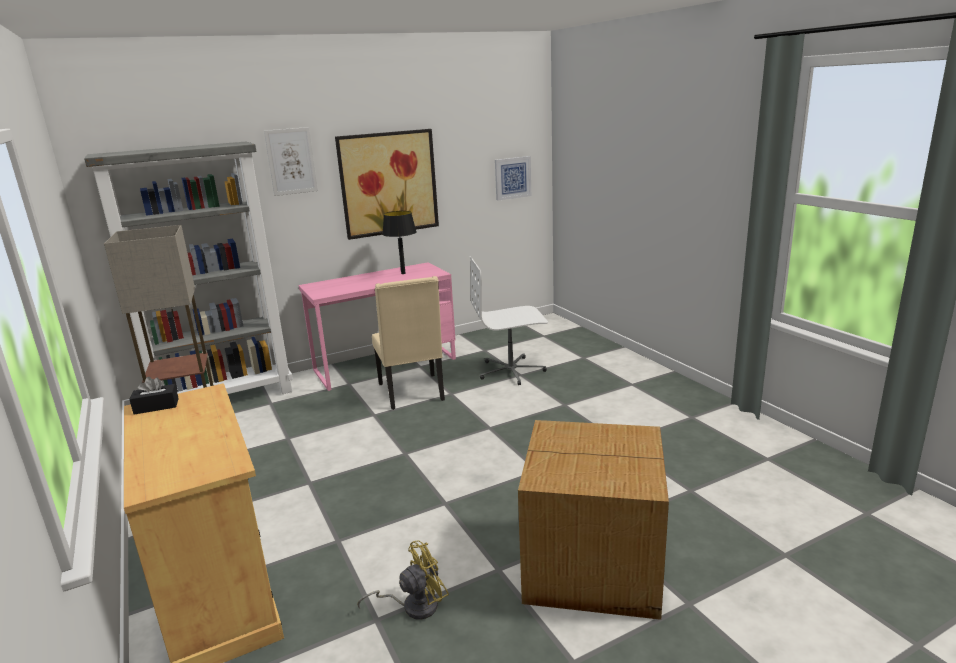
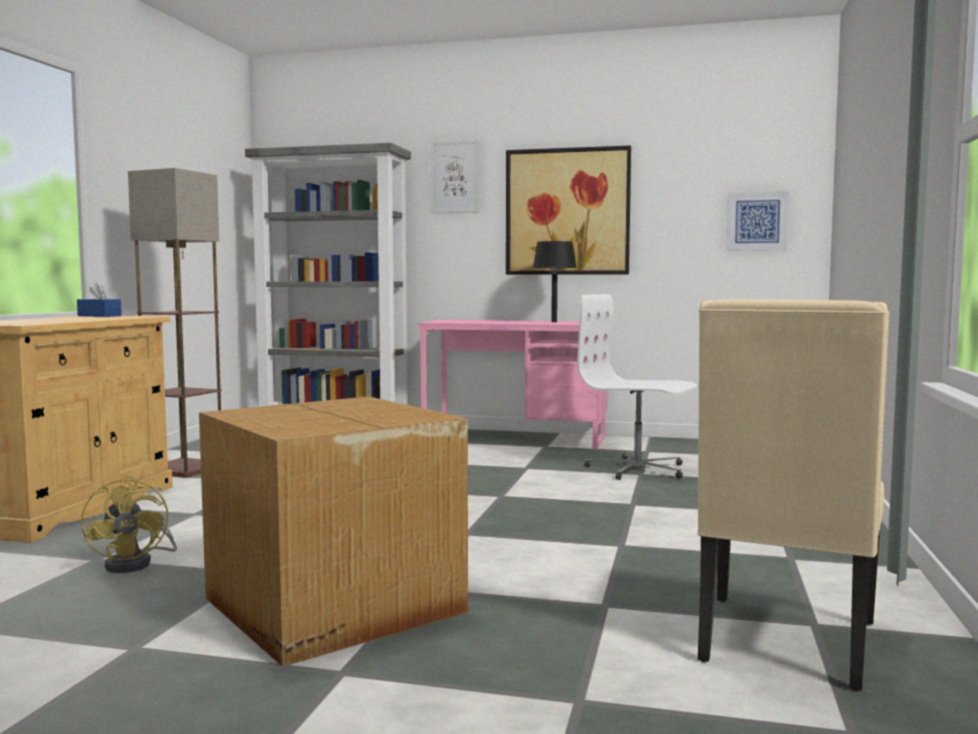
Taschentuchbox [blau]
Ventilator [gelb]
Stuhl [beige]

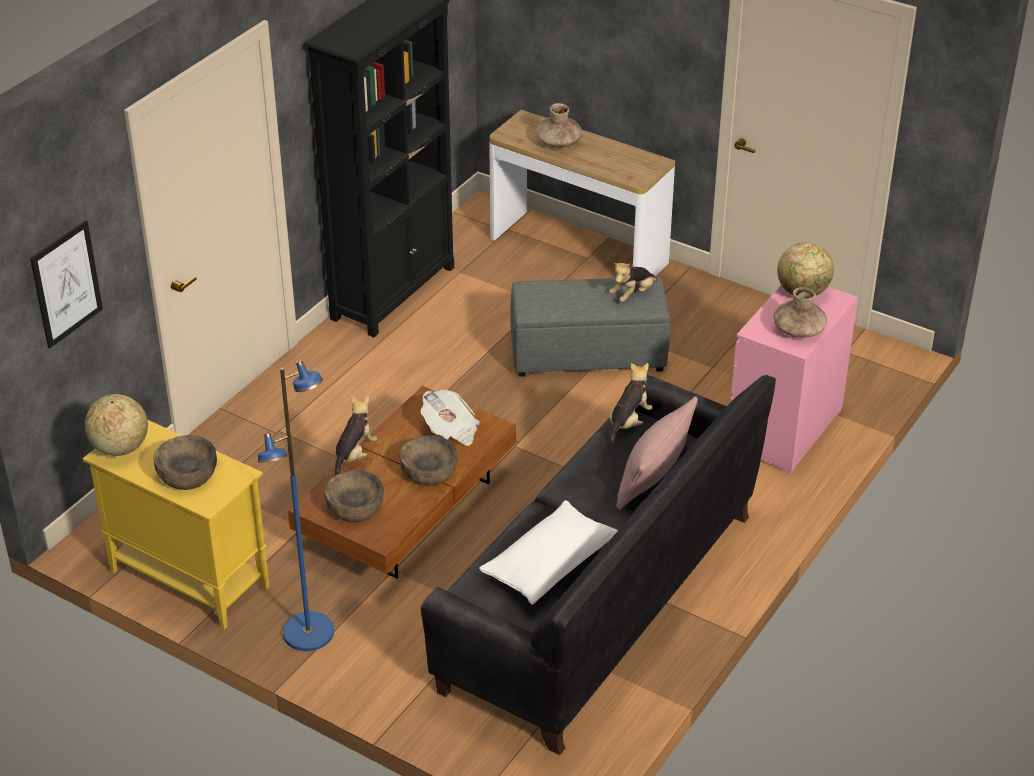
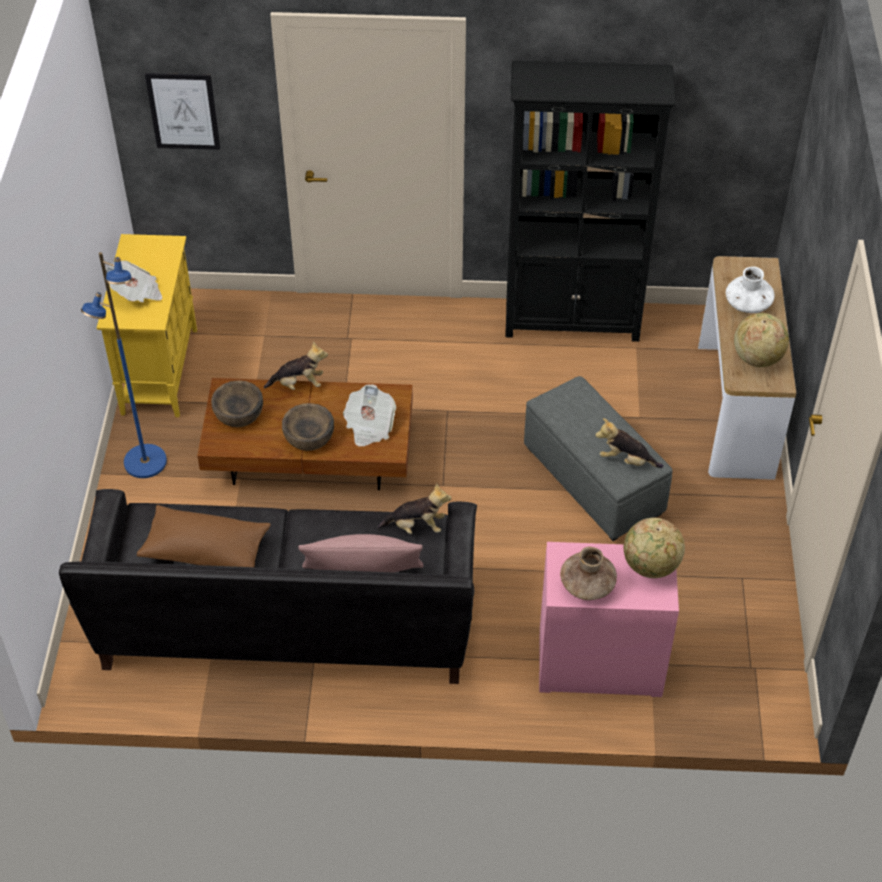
Zeitung (no. 1 from left)
Kissen [braun]
Vase [weiß]
Globus (no. 2 from left)

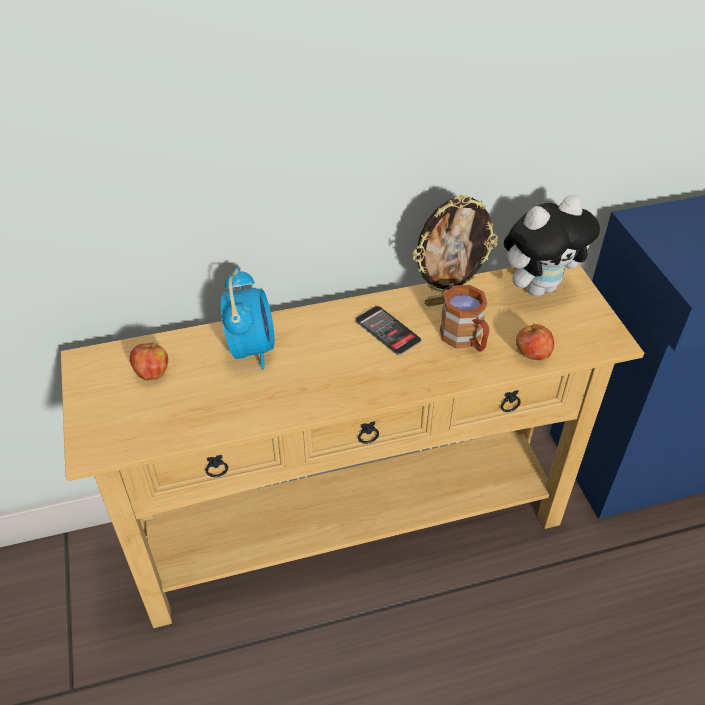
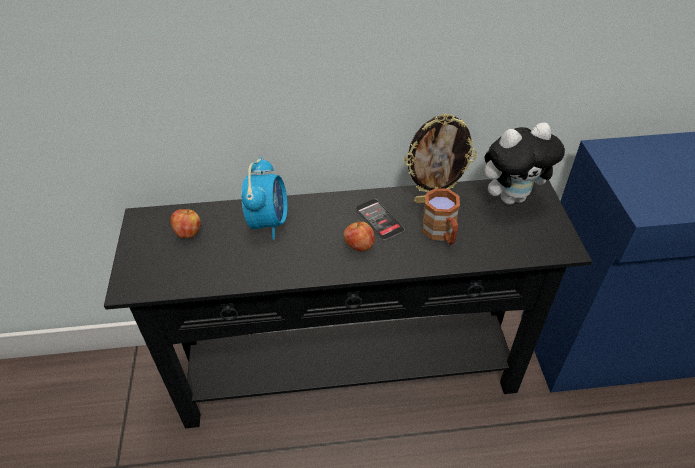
Konsolentisch [schwarz]
Apfel (no. 2 from left)

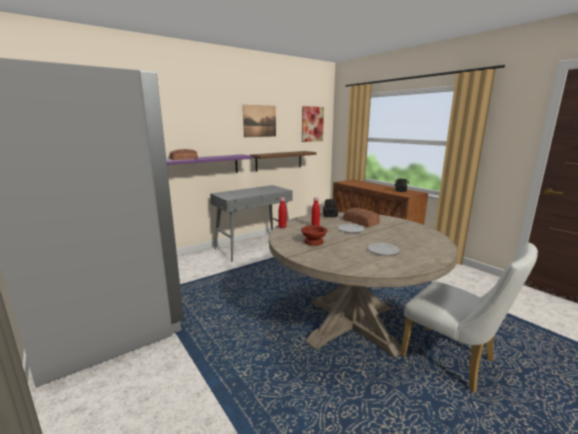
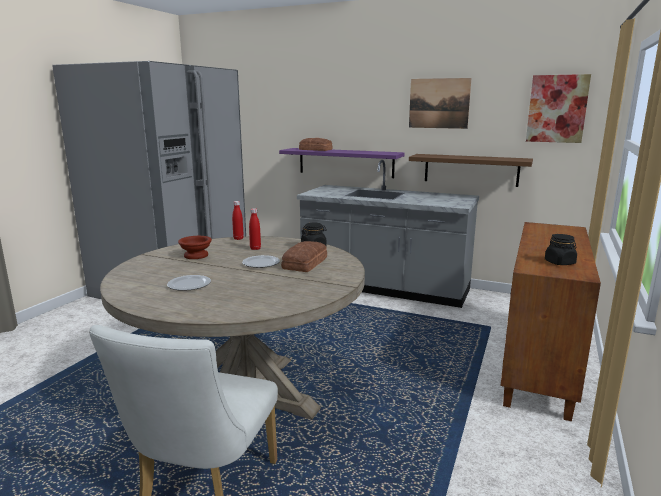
Küchenzeile [grau]

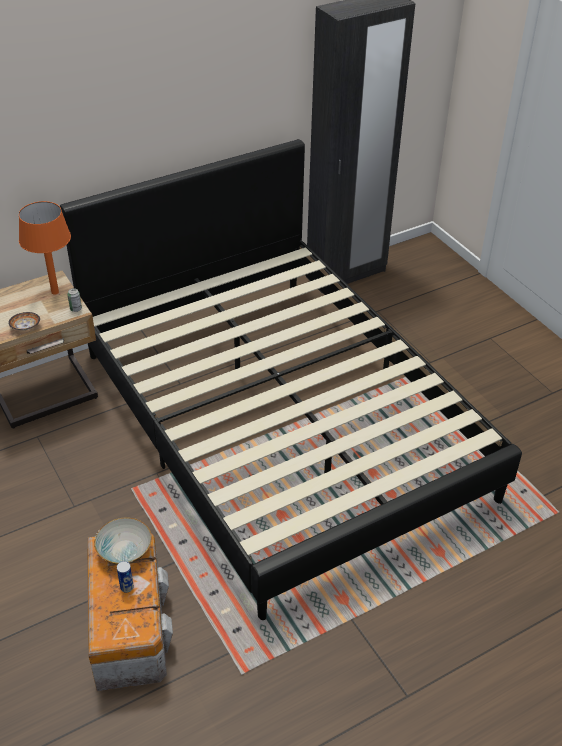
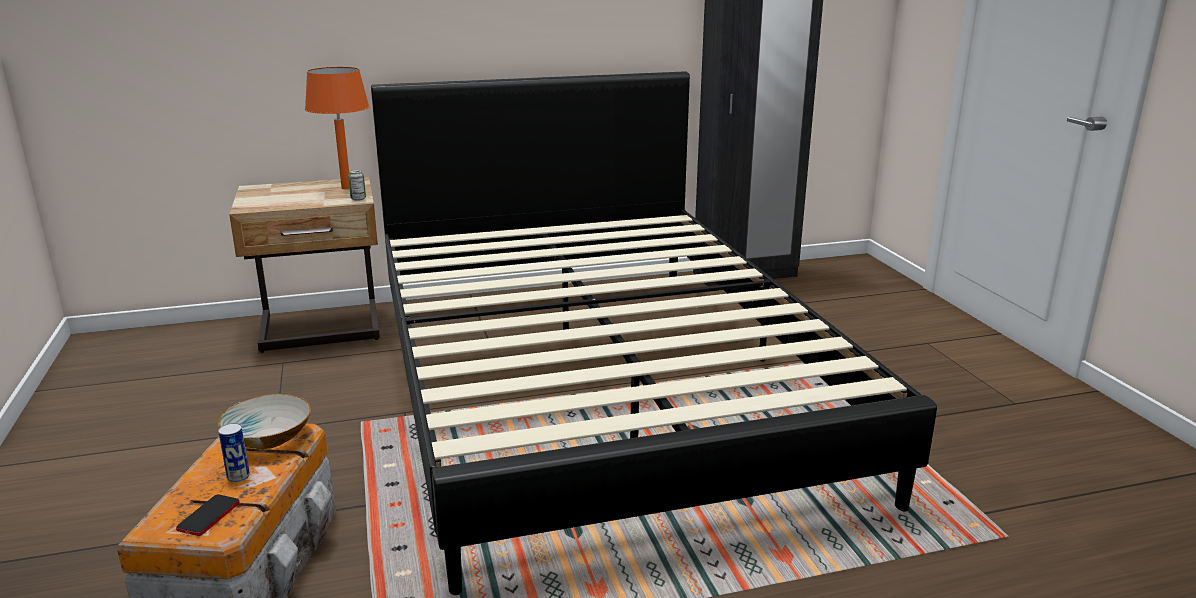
Handy
Schüssel (no. 1 from left in the first image)

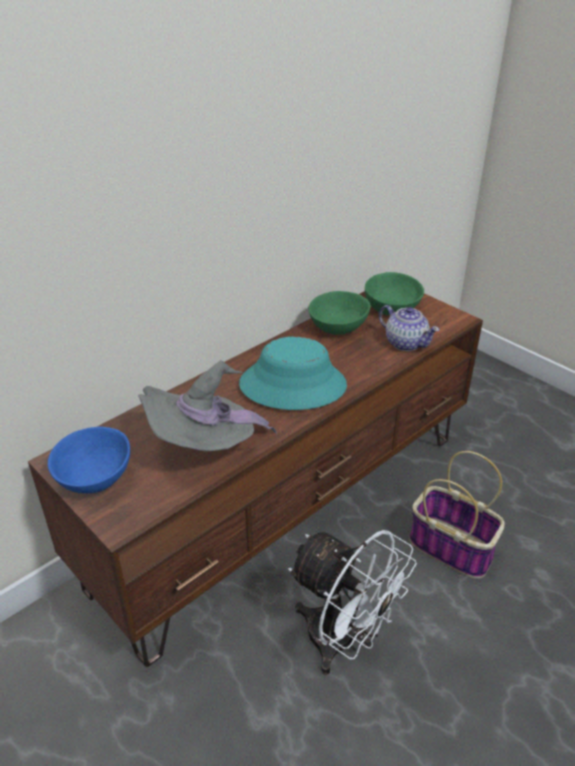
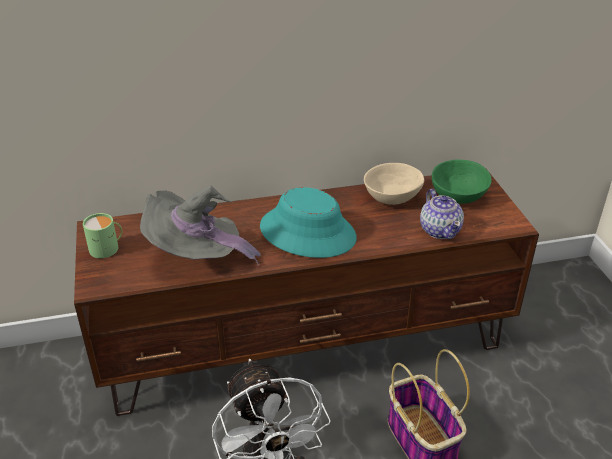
Henkelbecher [grün]
Schüssel [beige]

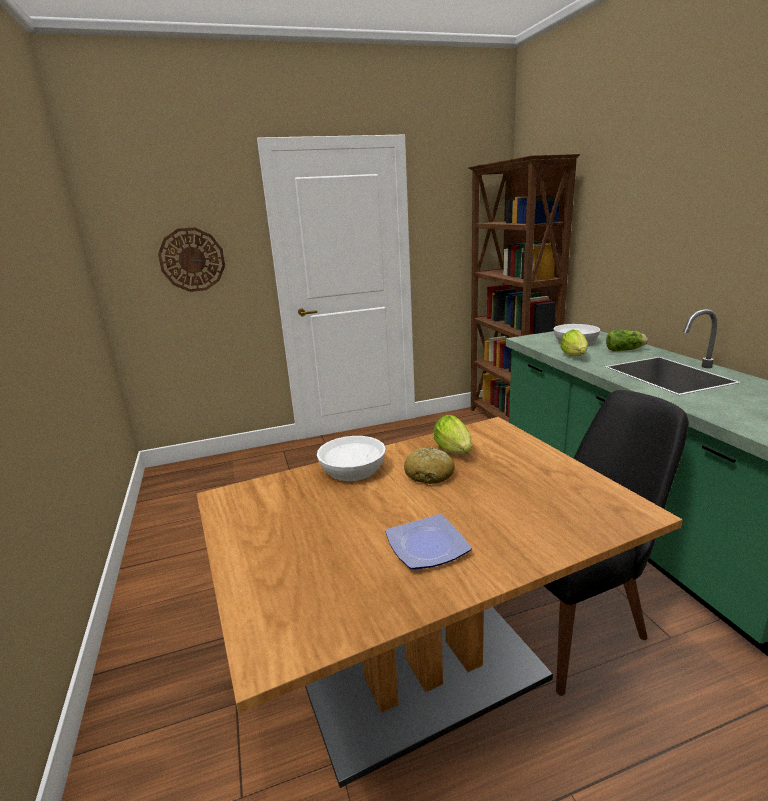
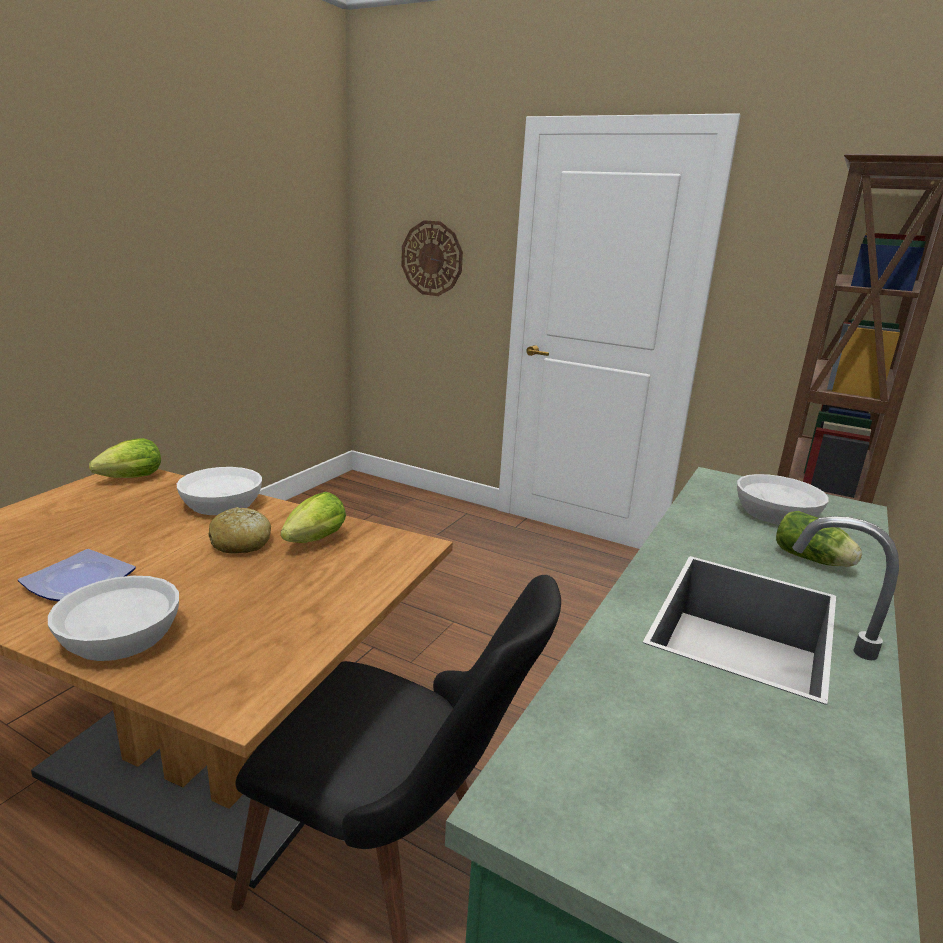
Schüssel [weiß] (no. 1 from left)
Salatkopf (no. 1 from left)

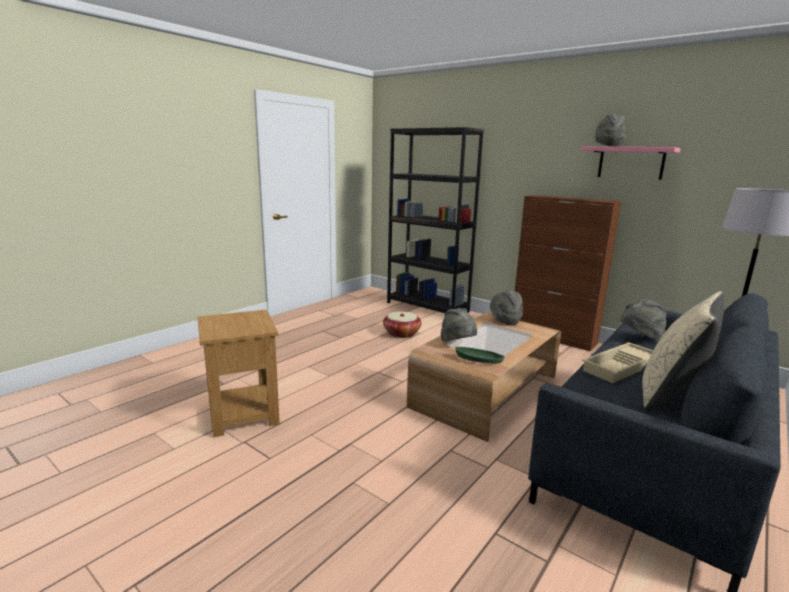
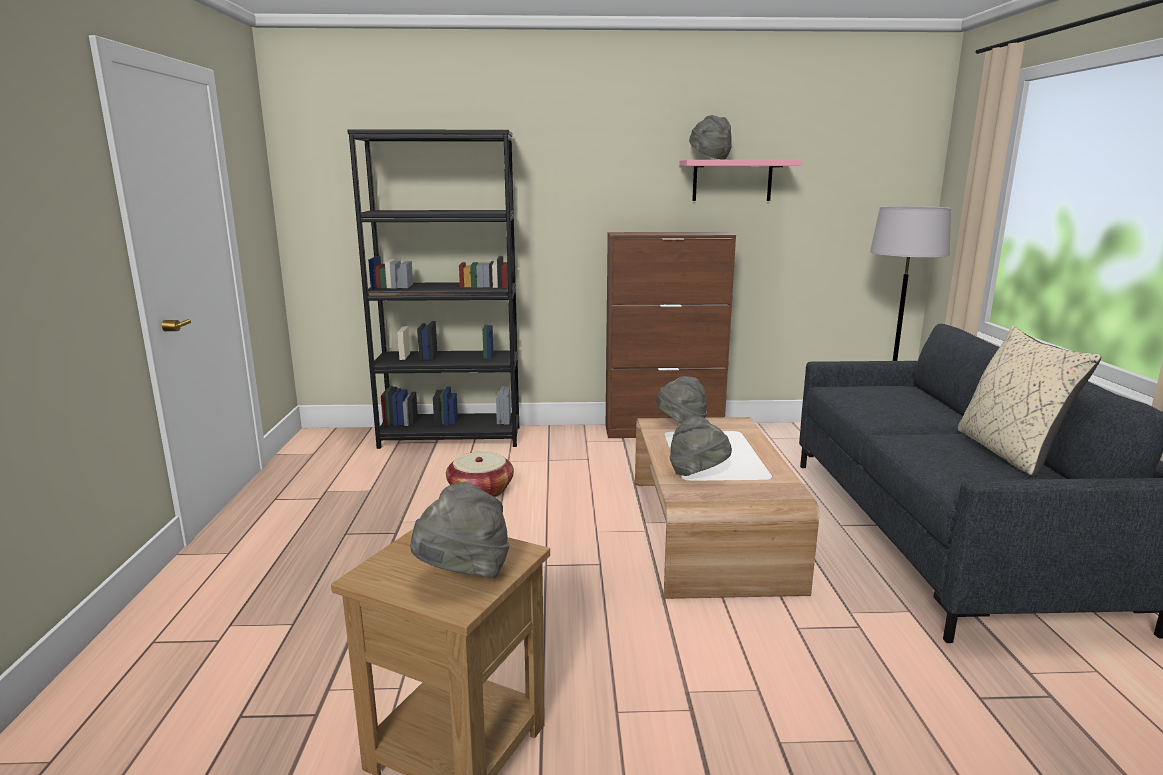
Hut [grau] (no. 1 from left)
Schüssel [grün]
Tablett [beige]

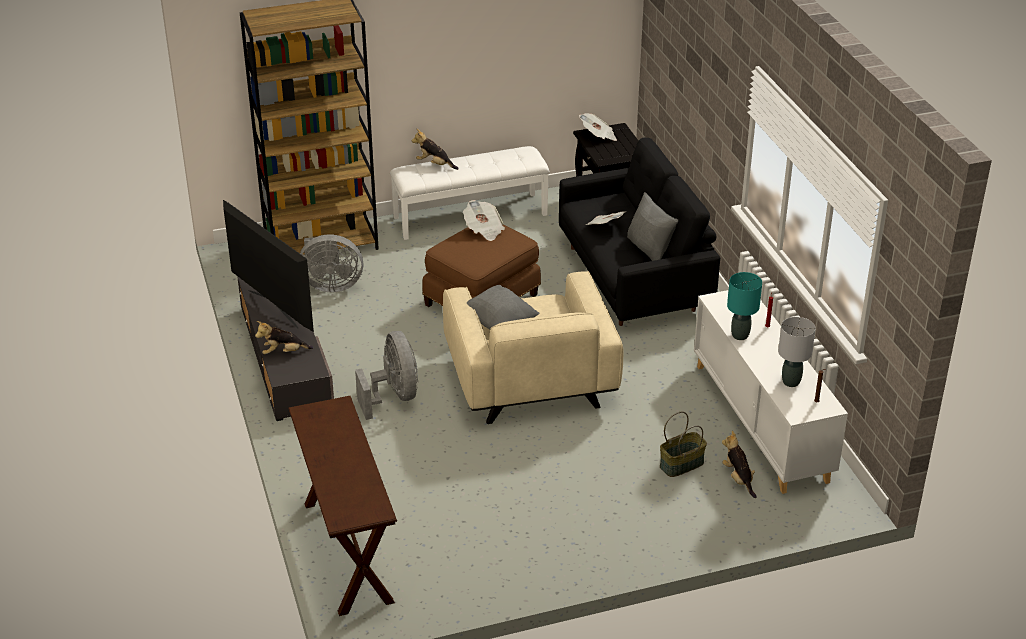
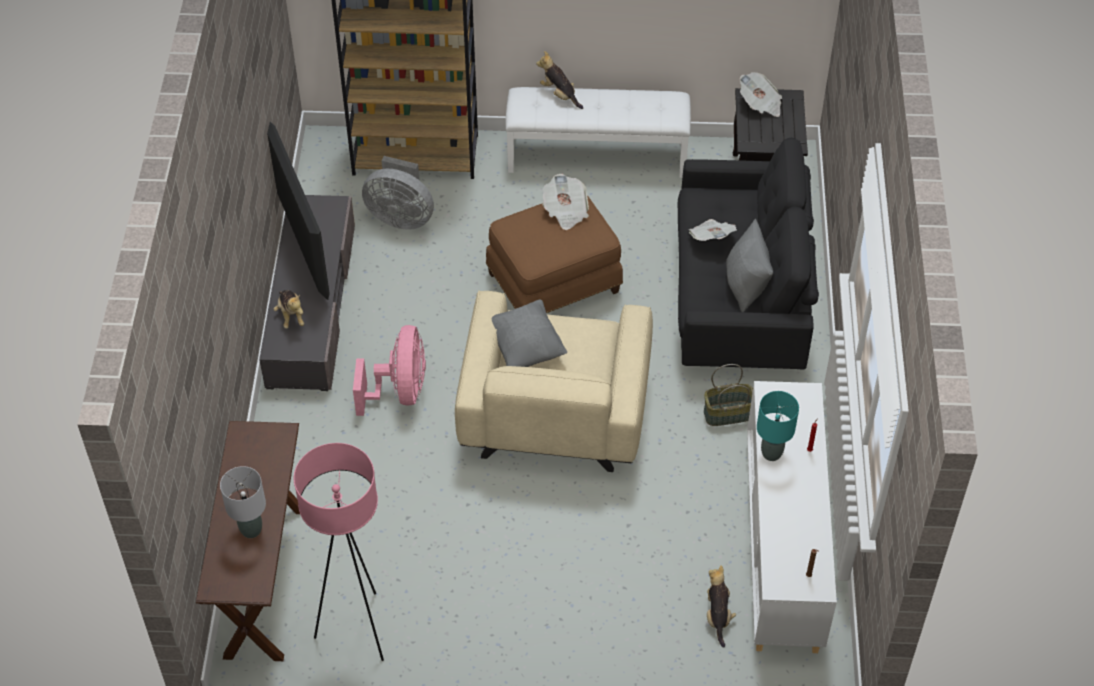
Tischlampe [grau]
Plüschtier (no. 1 from left)
Stehlampe [rosa]
Ventilator [rosa]
Korb

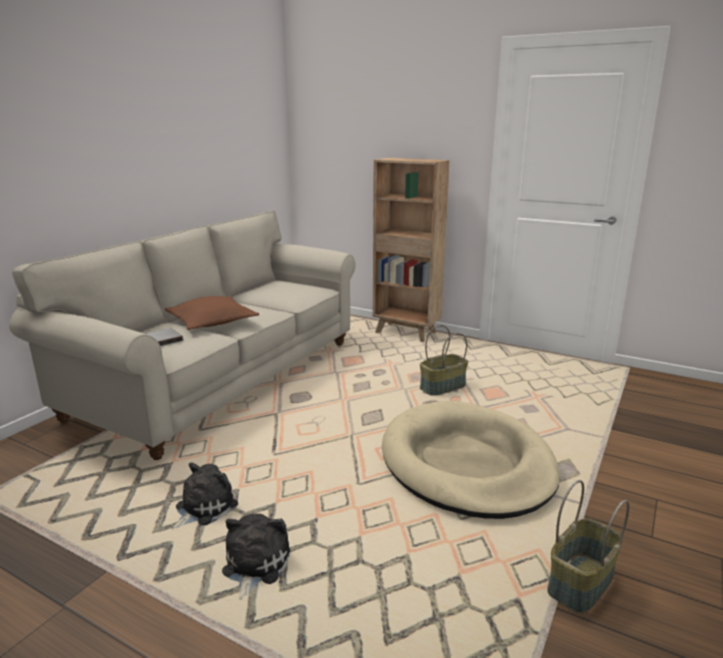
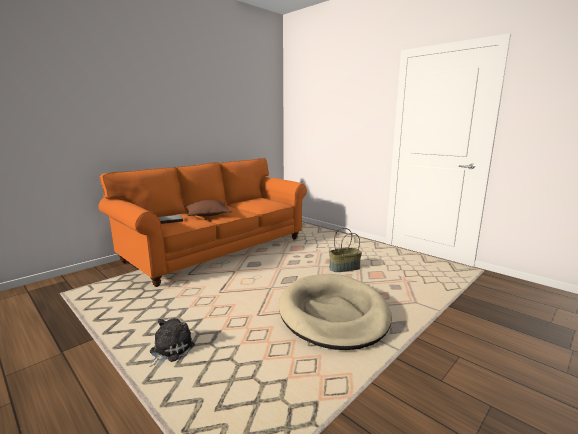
Sofa [orange]
Plüschtier (no. 1 from left in the first image)
Bücherregal [braun]
Korb (no. 2 from left in the first image)

